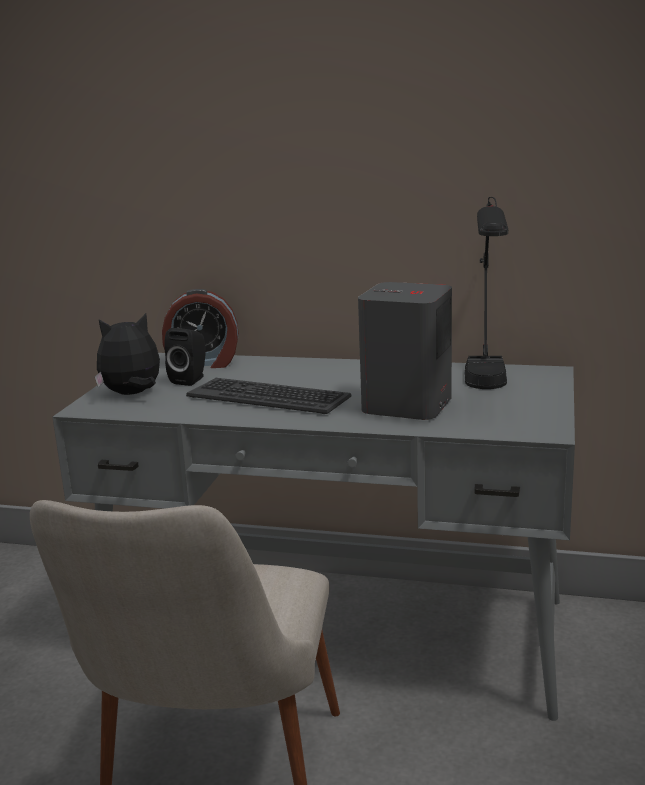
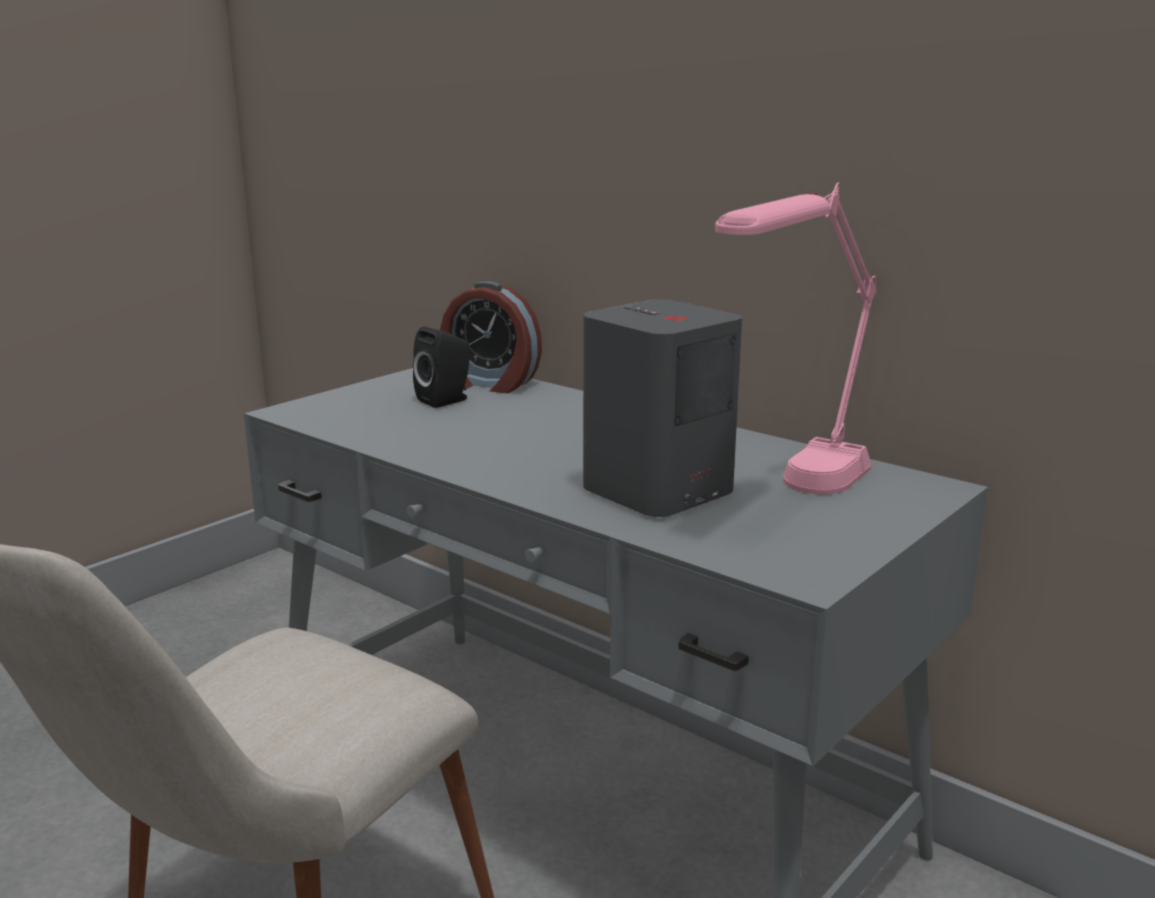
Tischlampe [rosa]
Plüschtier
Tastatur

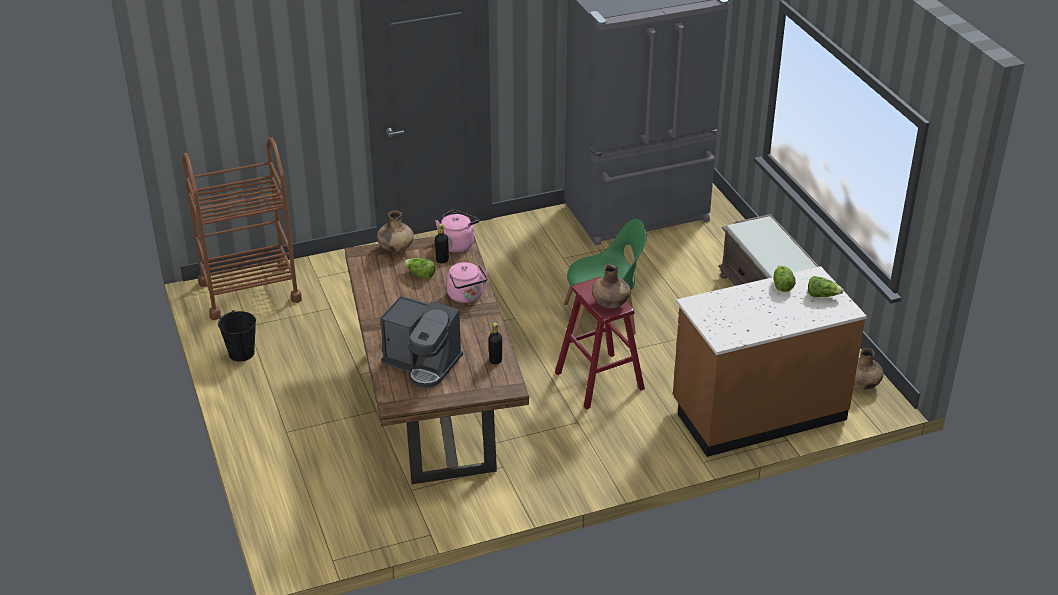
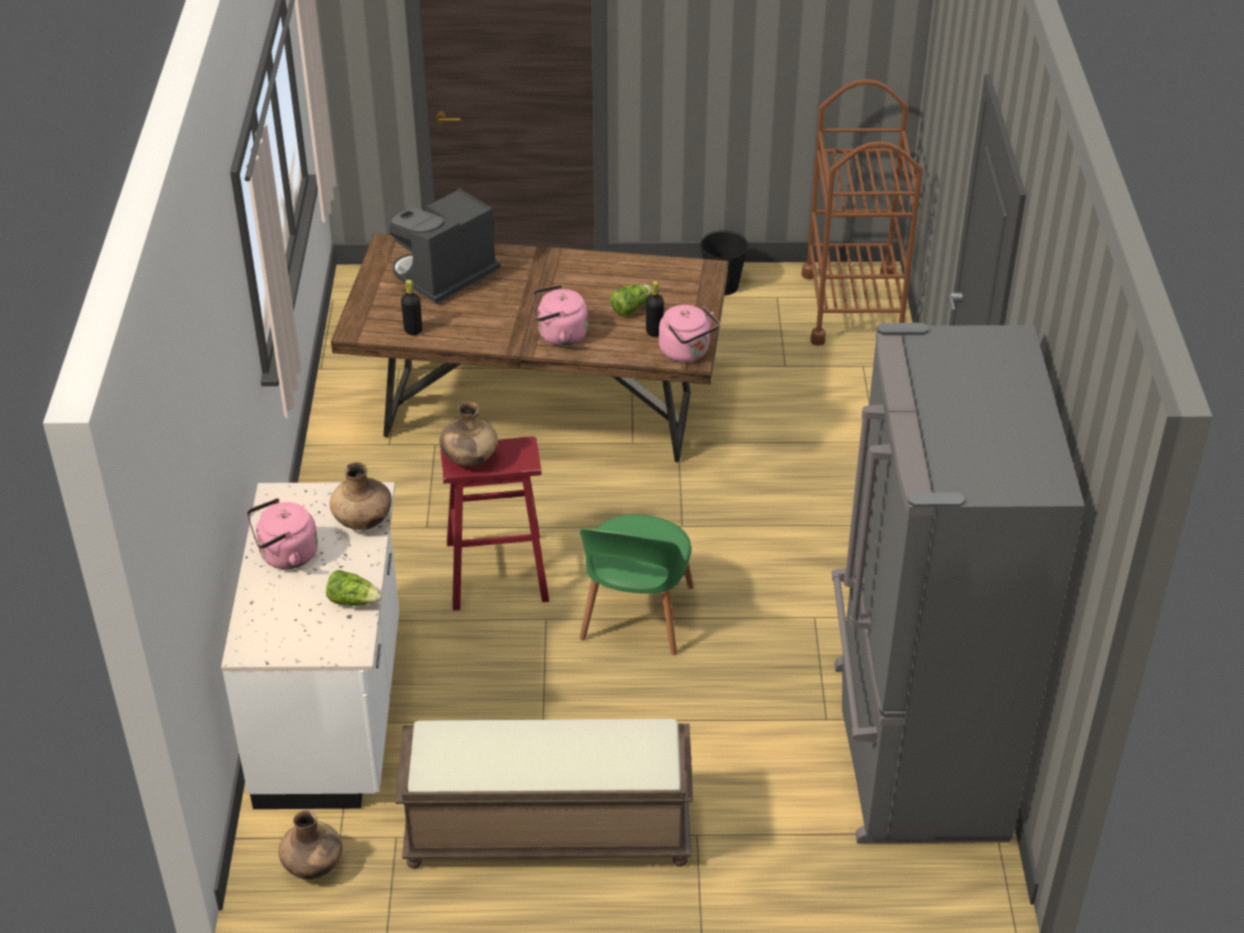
Küchenzeile [weiß]
Wasserkessel [rosa] (no. 1 from left)
Vase [braun] (no. 2 from left)
Salatkopf (no. 3 from left in the first image)

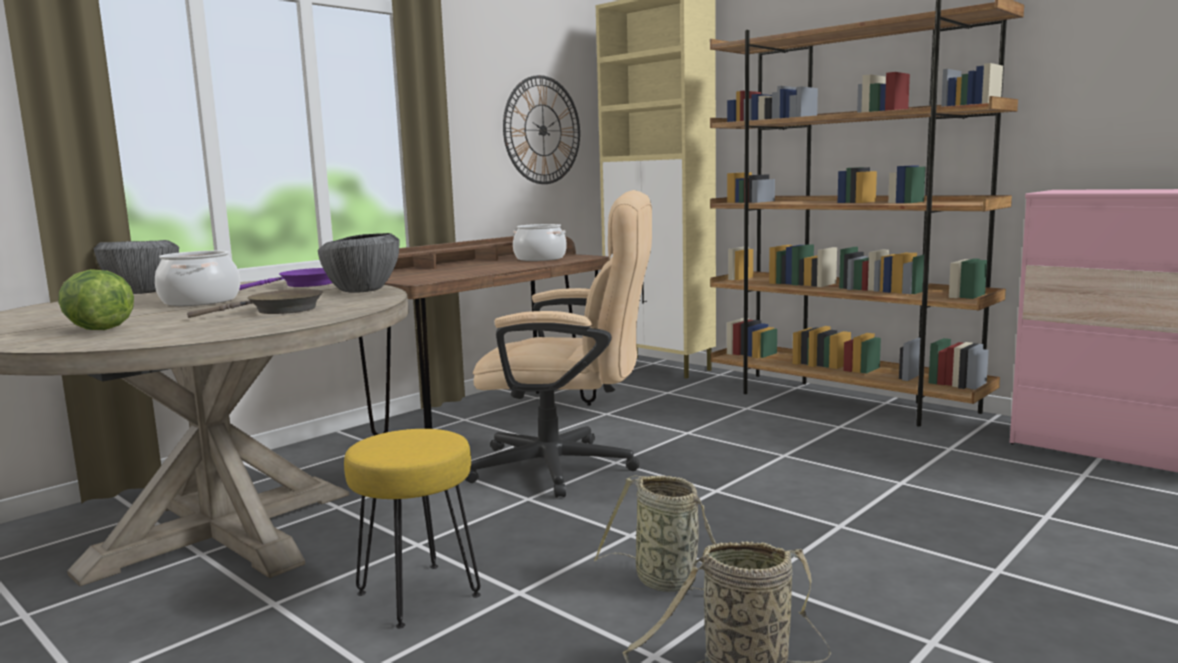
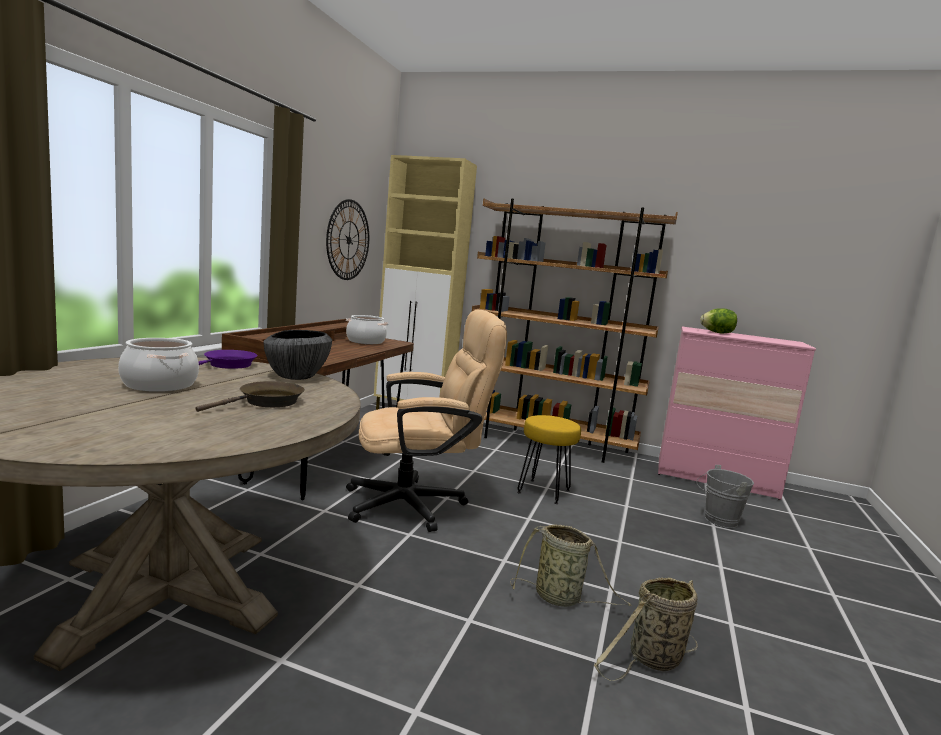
Hocker [gelb]
Eimer [grau]
Salatkopf
Schüssel (no. 1 from left in the first image)

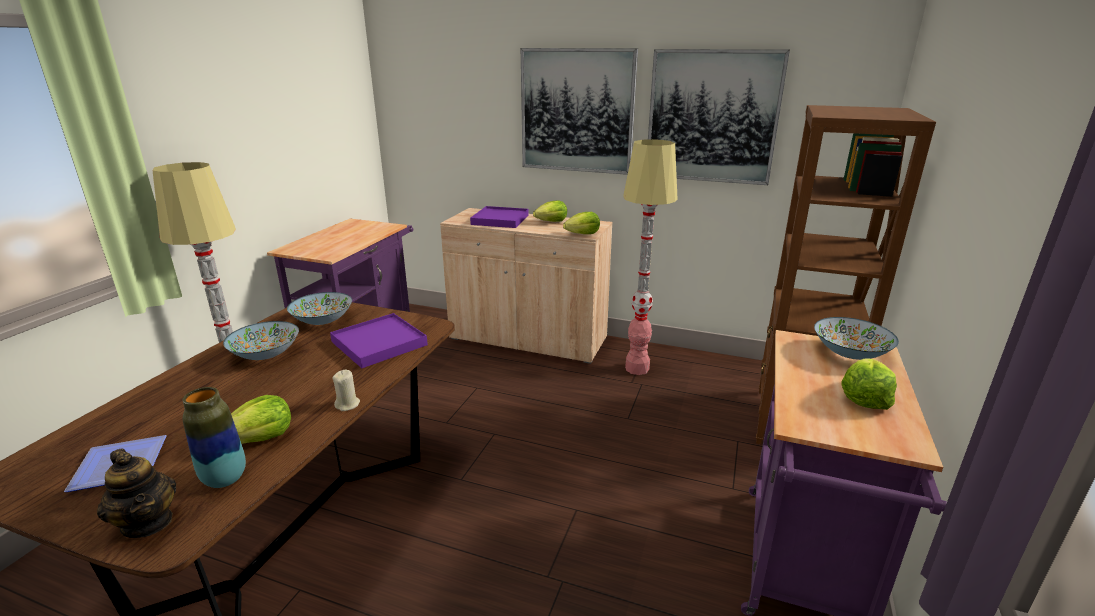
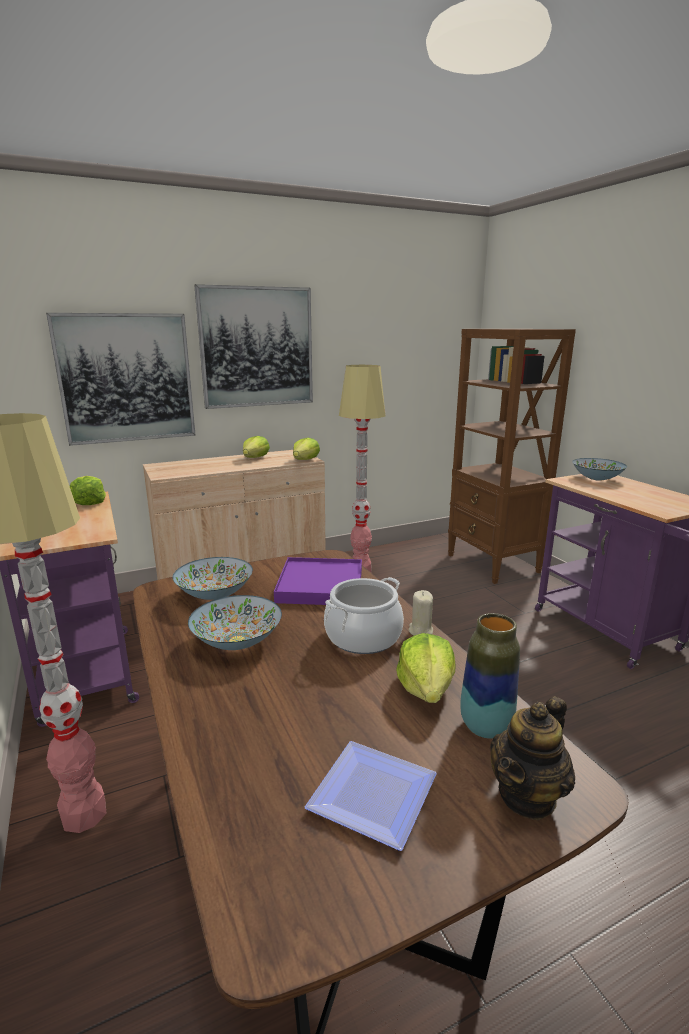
Bild (no. 1 from left)
Salatkopf (no. 1 from left)
Kochtopf
Teekanne
Tablett [lila] (no. 2 from left in the first image)

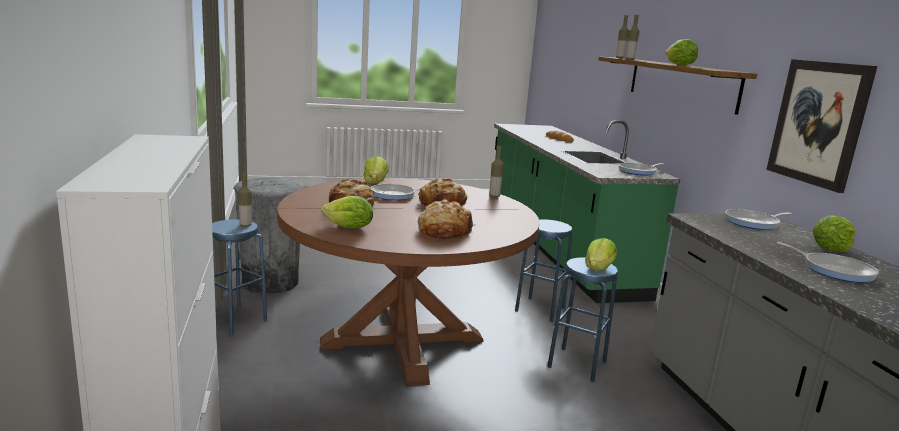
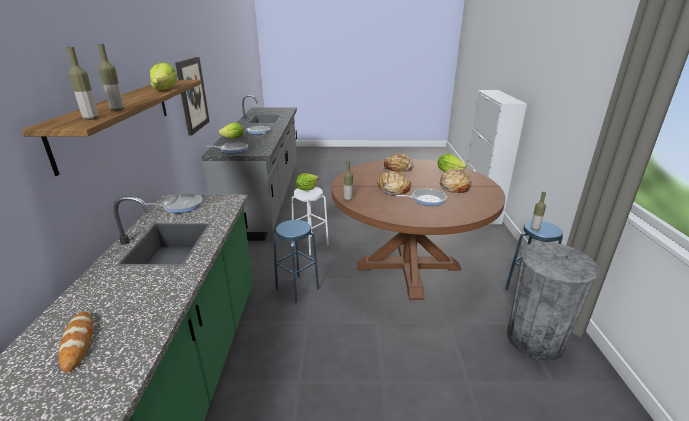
Hocker [weiß]
Salatkopf (no. 2 from left in the first image)

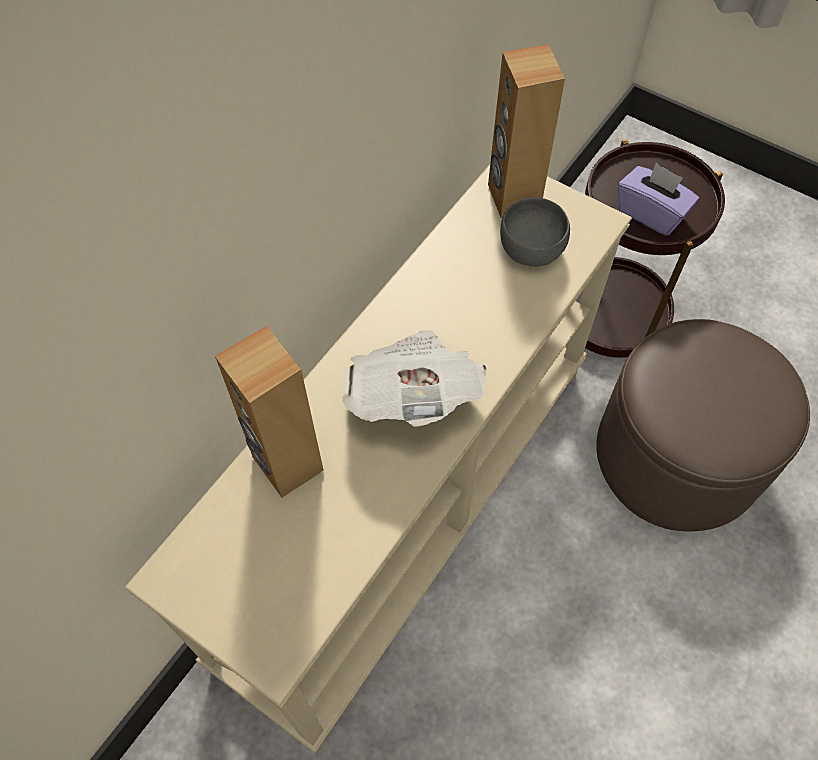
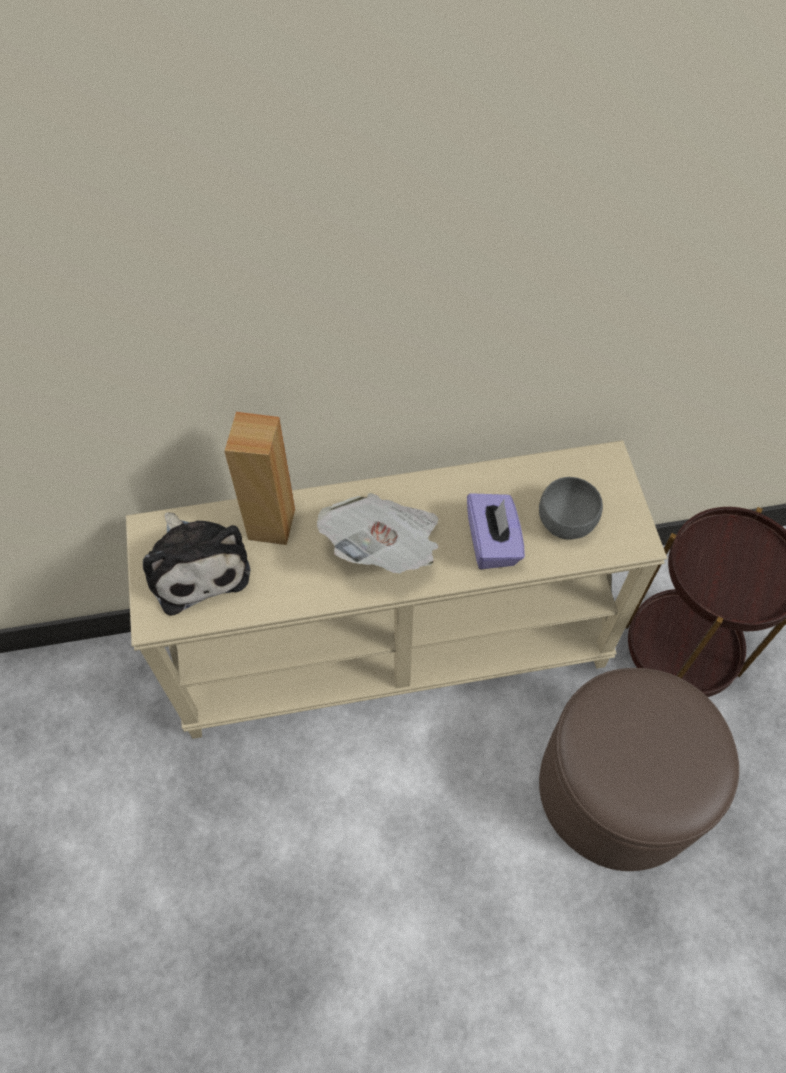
Plüschtier
Taschentuchbox [lila]
Lautsprecher [braun] (no. 2 from left in the first image)

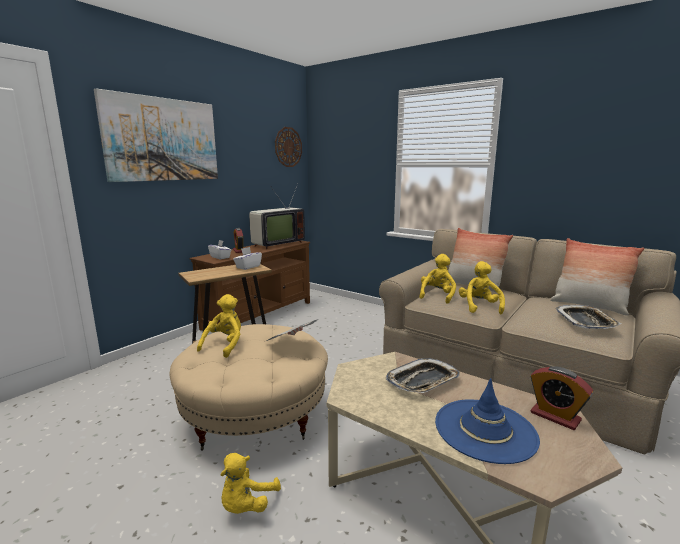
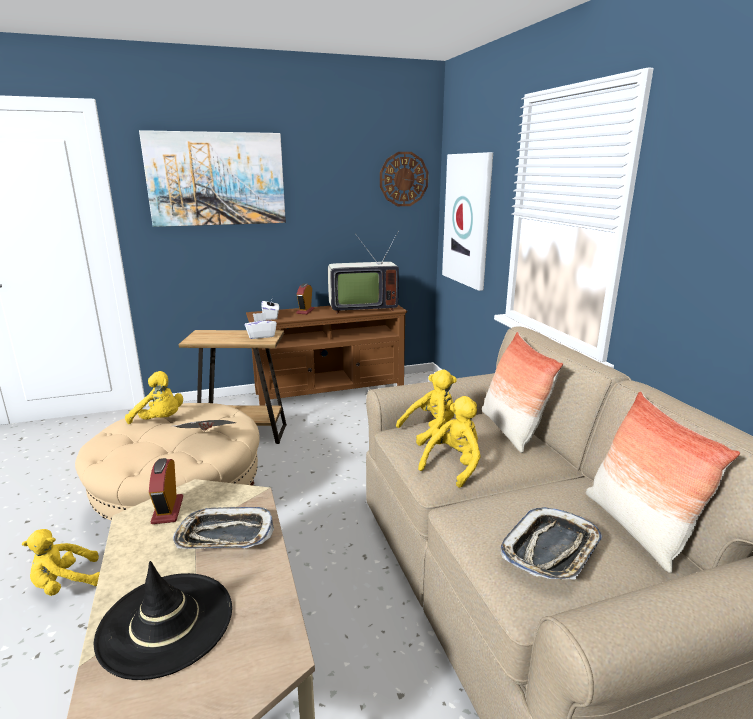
Hut [schwarz]
Plüschtier [gelb] (no. 2 from left)
Wecker (no. 1 from left)
Bild (no. 2 from left)

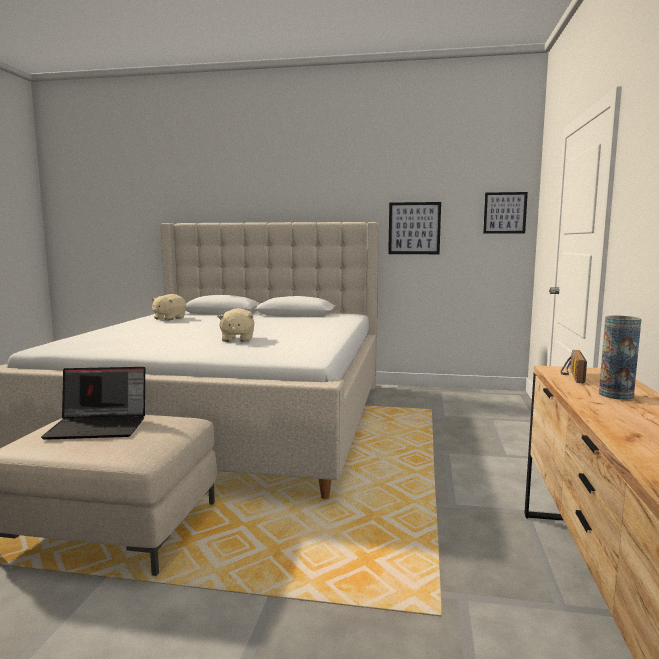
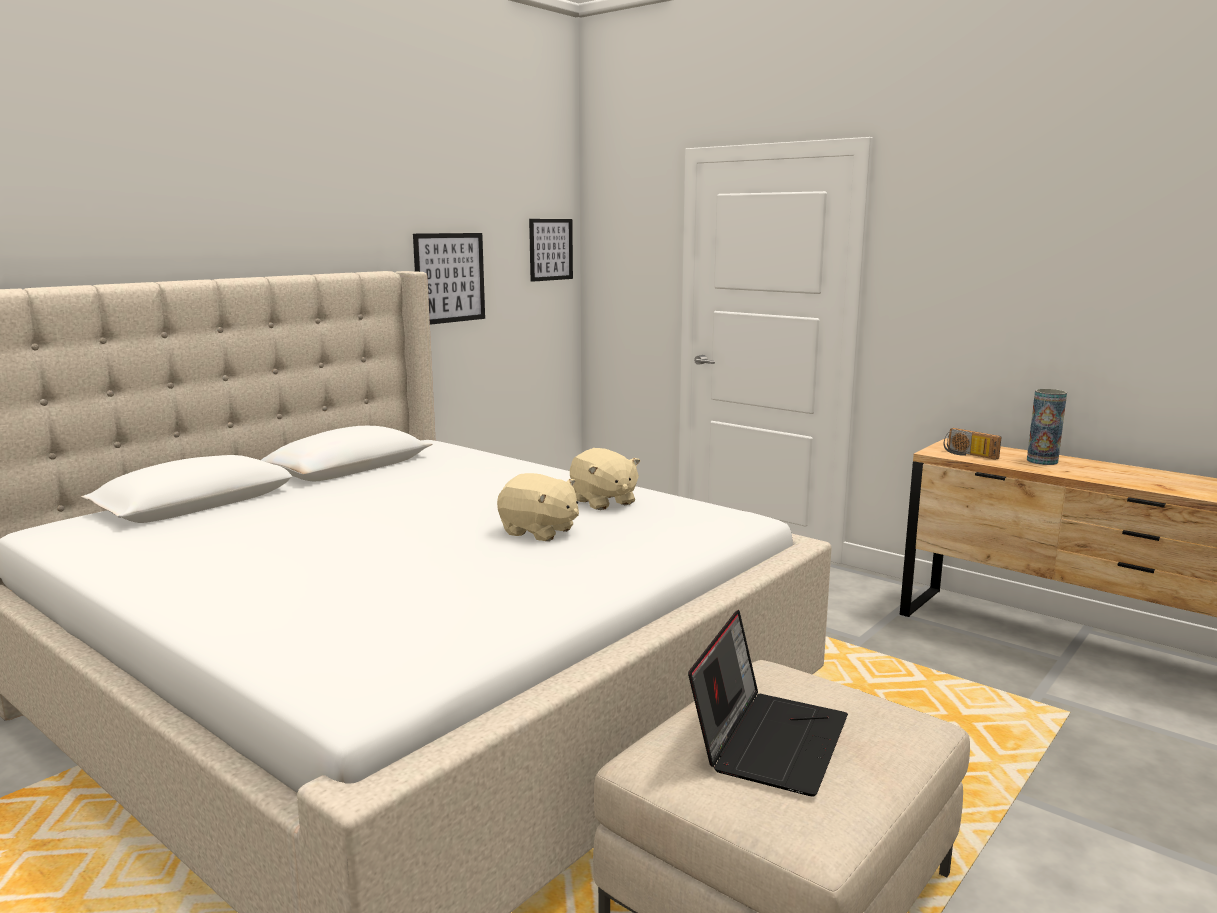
Plüschtier [beige] (no. 2 from left)

